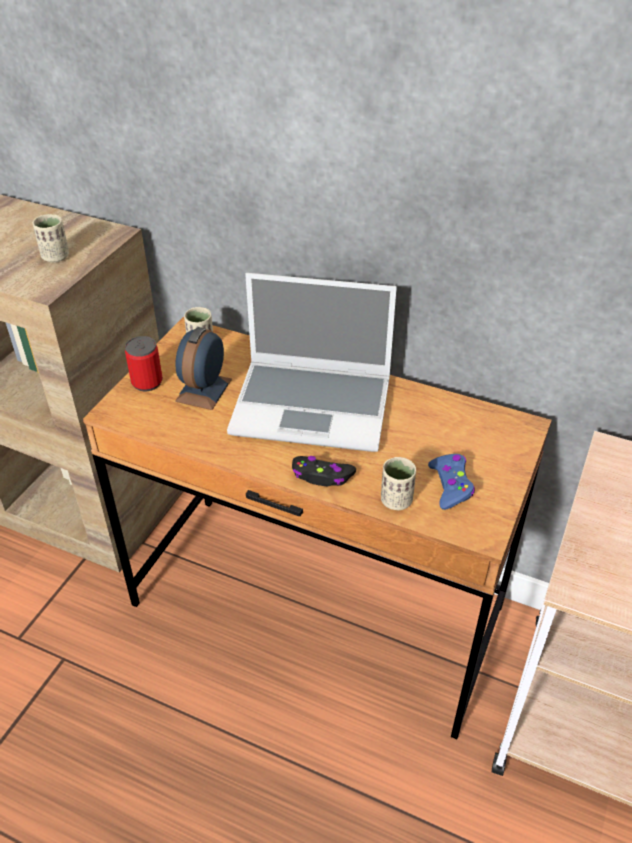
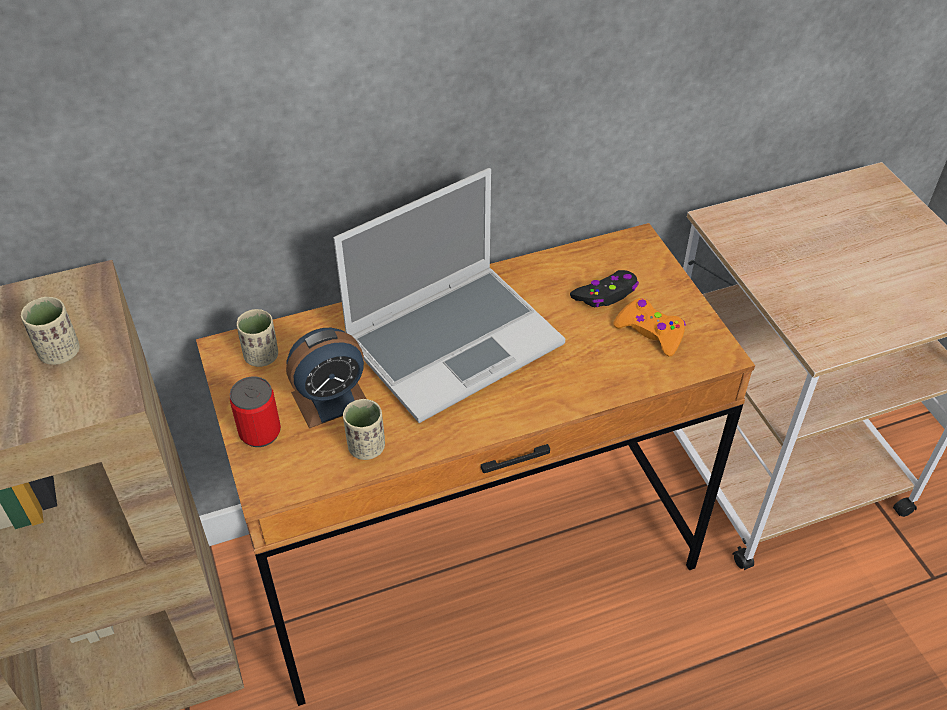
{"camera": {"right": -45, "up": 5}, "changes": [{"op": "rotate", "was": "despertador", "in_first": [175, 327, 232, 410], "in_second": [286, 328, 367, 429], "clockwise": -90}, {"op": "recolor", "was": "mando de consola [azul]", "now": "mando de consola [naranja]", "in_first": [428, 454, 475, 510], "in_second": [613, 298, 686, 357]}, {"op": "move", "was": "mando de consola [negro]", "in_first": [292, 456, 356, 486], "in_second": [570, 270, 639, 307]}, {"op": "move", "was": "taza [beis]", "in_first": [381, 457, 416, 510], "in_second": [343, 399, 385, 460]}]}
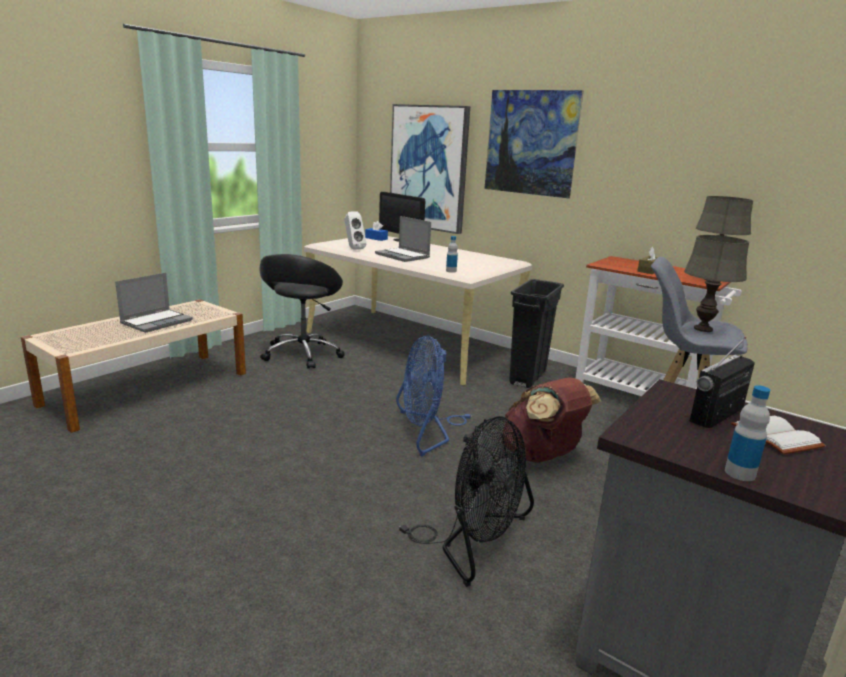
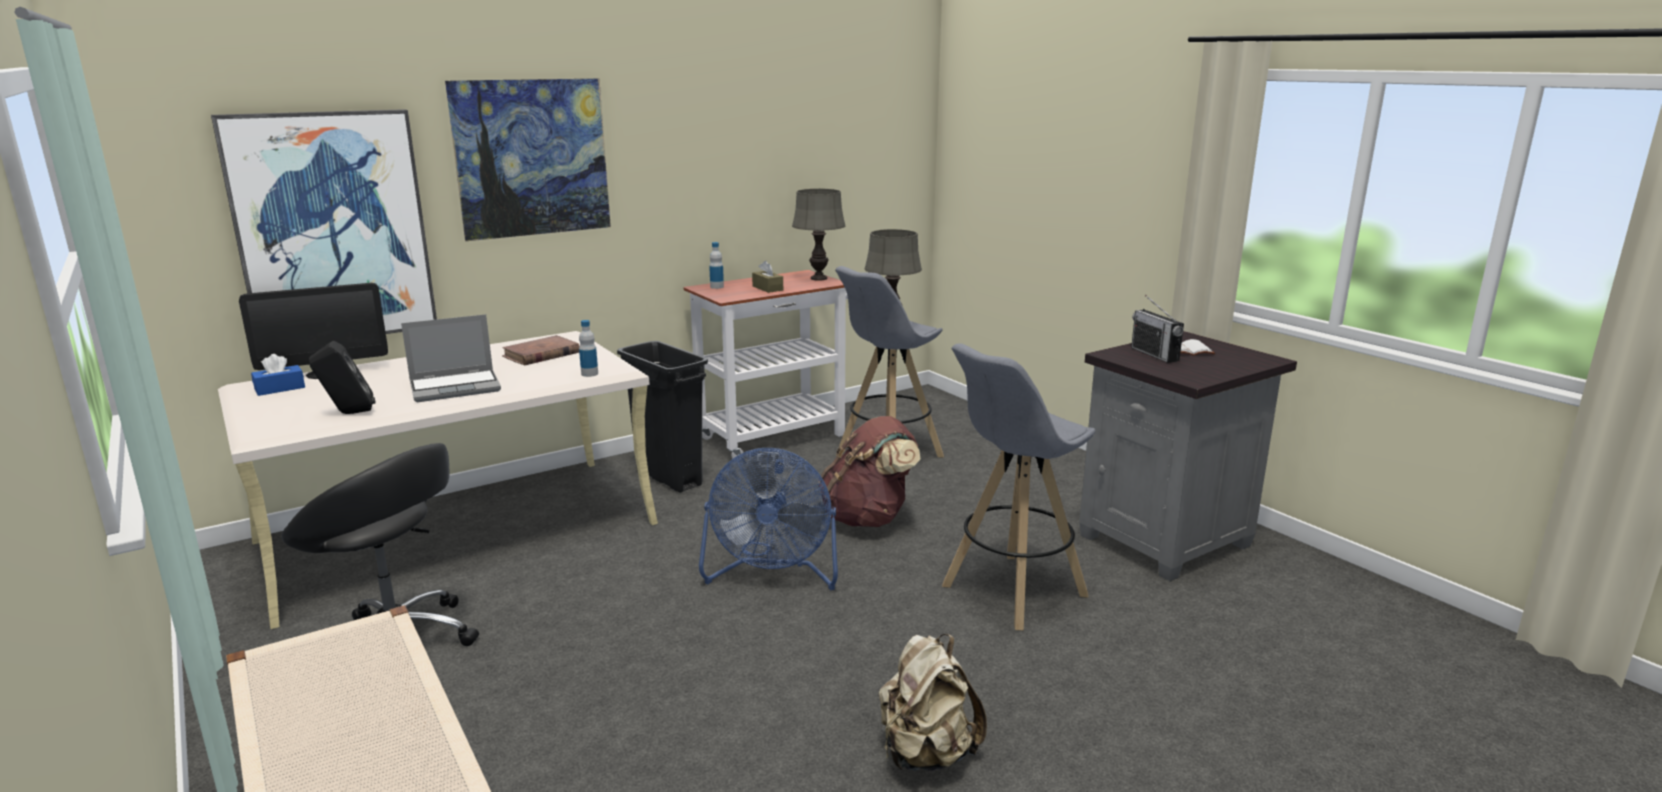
{"camera": {"right": -70, "up": 0}, "changes": [{"op": "recolor", "was": "altavoz [blanco]", "now": "altavoz [negro]", "in_first": [344, 211, 366, 250], "in_second": [309, 341, 375, 414]}, {"op": "delete", "was": "portátil", "in_first": [115, 273, 193, 333]}, {"op": "move", "was": "botella", "in_first": [725, 385, 770, 481], "in_second": [709, 242, 724, 289]}, {"op": "replace", "was": "ventilador [negro]", "now": "taburete [gris]", "in_first": [399, 416, 534, 587], "in_second": [942, 343, 1096, 631]}, {"op": "insert", "now": "libro [marrón]", "in_second": [502, 335, 579, 365]}, {"op": "insert", "now": "mochila [beis]", "in_second": [879, 634, 987, 771]}]}
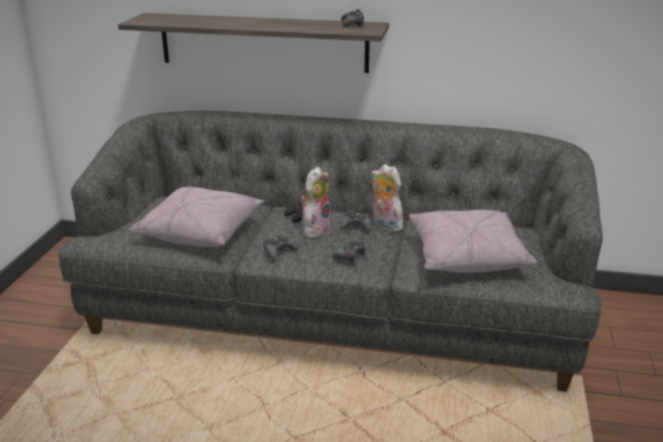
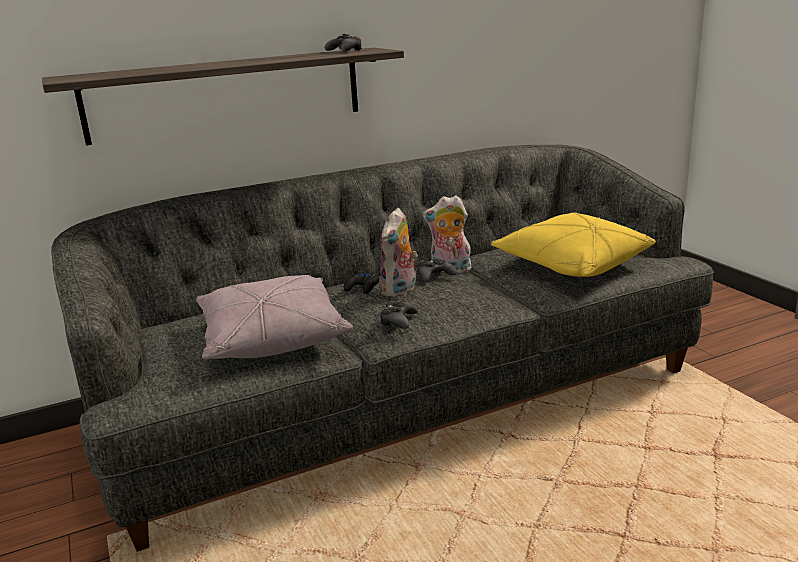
{"camera": {"right": -35, "up": -5}, "changes": [{"op": "rotate", "was": "peluche", "in_first": [301, 167, 332, 238], "in_second": [380, 208, 418, 299], "clockwise": -150}, {"op": "recolor", "was": "cojín [morado]", "now": "cojín [amarillo]", "in_first": [409, 210, 537, 273], "in_second": [491, 212, 656, 277]}, {"op": "delete", "was": "mando de consola [negro]", "in_first": [332, 240, 366, 263]}]}
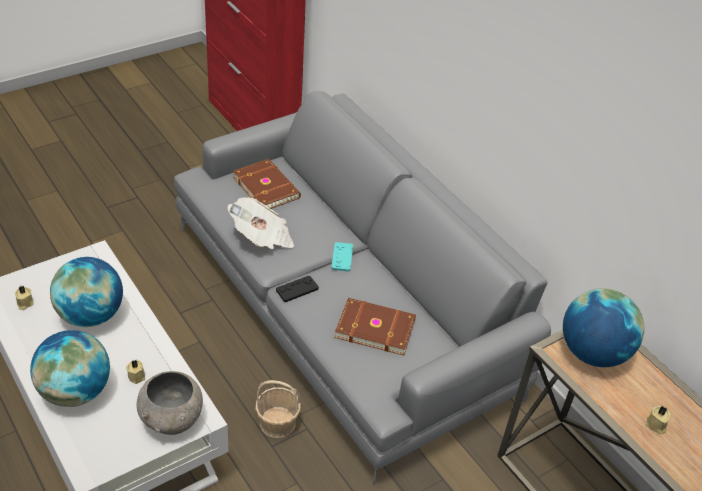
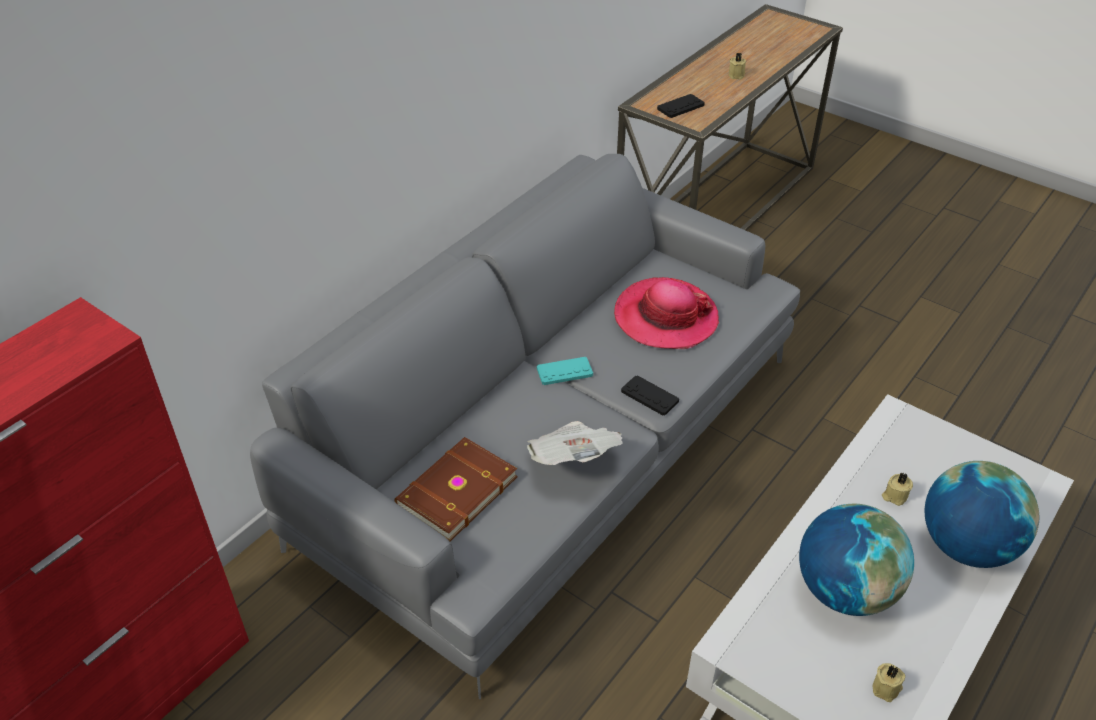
{"camera": {"right": -105, "up": 0}, "changes": [{"op": "replace", "was": "globo terráqueo", "now": "mando de consola [negro]", "in_first": [563, 288, 644, 367], "in_second": [657, 94, 705, 118]}, {"op": "replace", "was": "libro [marrón]", "now": "sombrero", "in_first": [334, 298, 416, 356], "in_second": [614, 277, 719, 349]}, {"op": "delete", "was": "cuenco [gris]", "in_first": [136, 371, 203, 435]}, {"op": "delete", "was": "cesta", "in_first": [255, 380, 301, 438]}]}
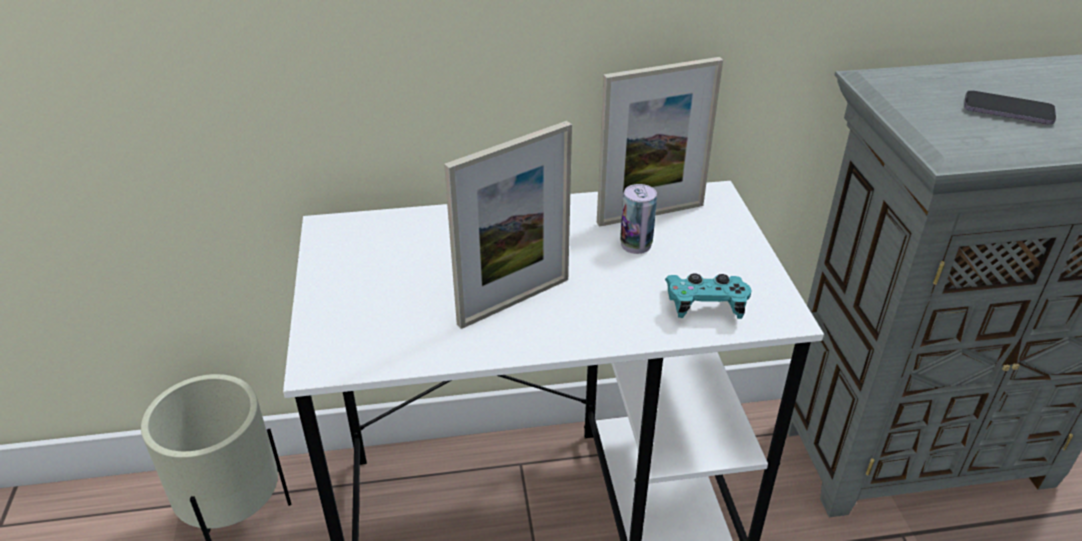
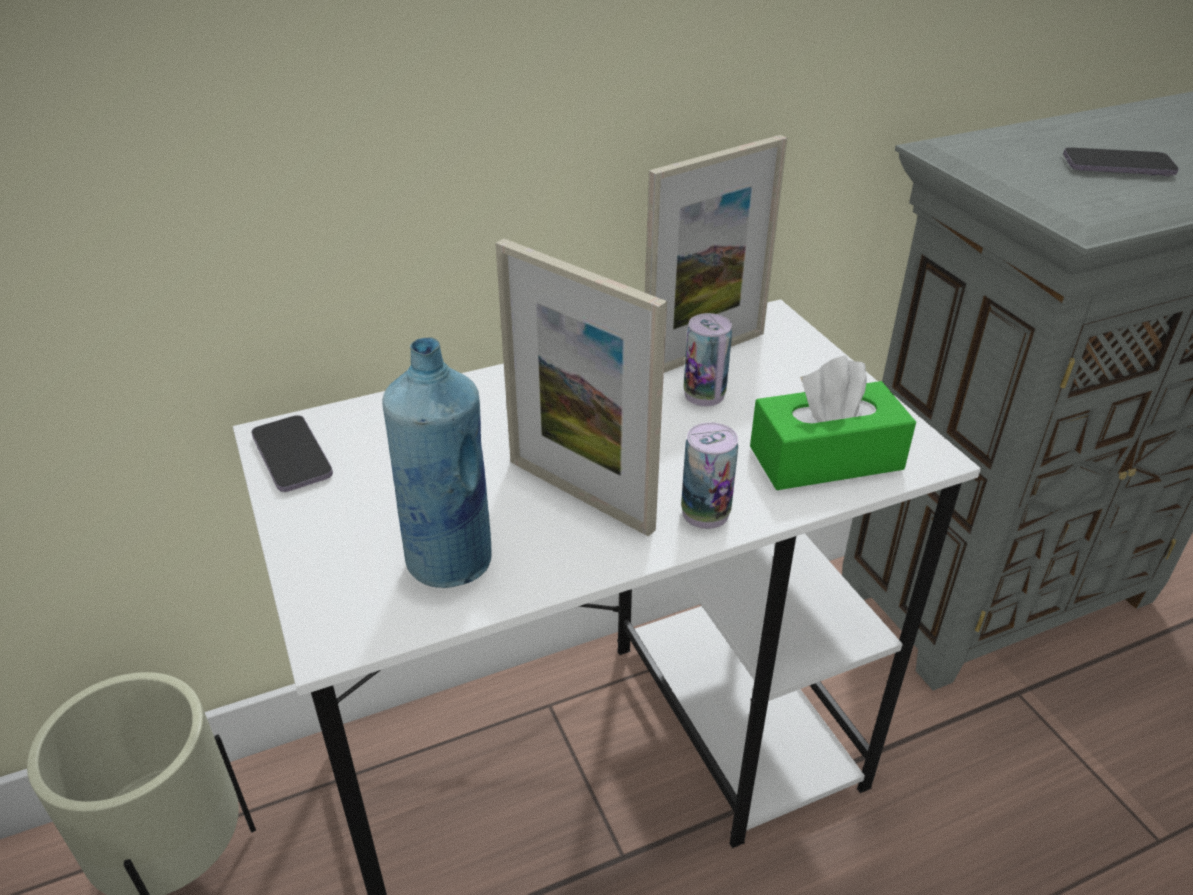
{"camera": {"right": -15, "up": 0}, "changes": [{"op": "rotate", "was": "portarretratos", "in_first": [444, 121, 572, 329], "in_second": [495, 238, 667, 536], "clockwise": 90}, {"op": "replace", "was": "mando de consola [turquesa]", "now": "caja de pañuelos [verde]", "in_first": [665, 273, 752, 319], "in_second": [750, 356, 916, 490]}, {"op": "insert", "now": "botella [azul]", "in_second": [382, 338, 491, 588]}, {"op": "insert", "now": "móvil", "in_second": [251, 415, 333, 492]}, {"op": "insert", "now": "lata", "in_second": [681, 422, 738, 529]}]}
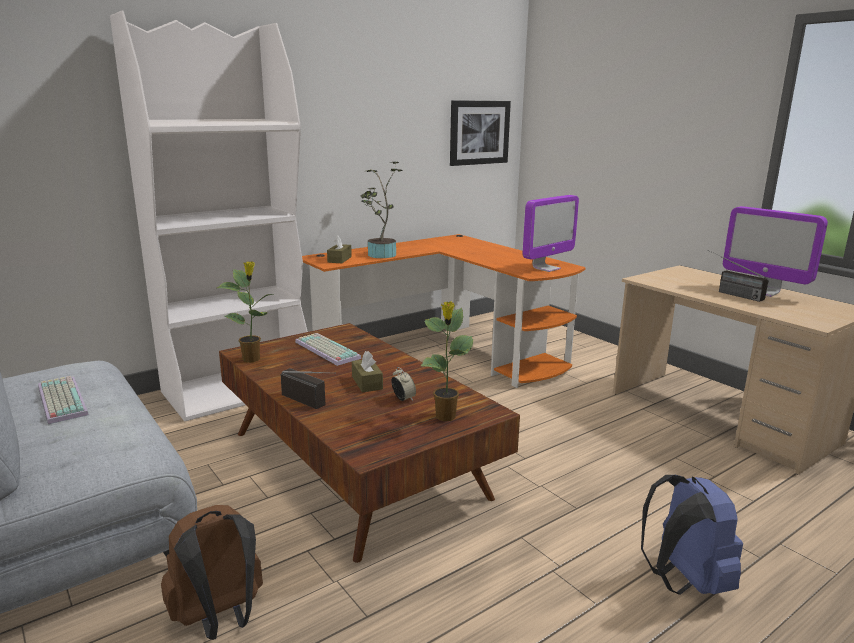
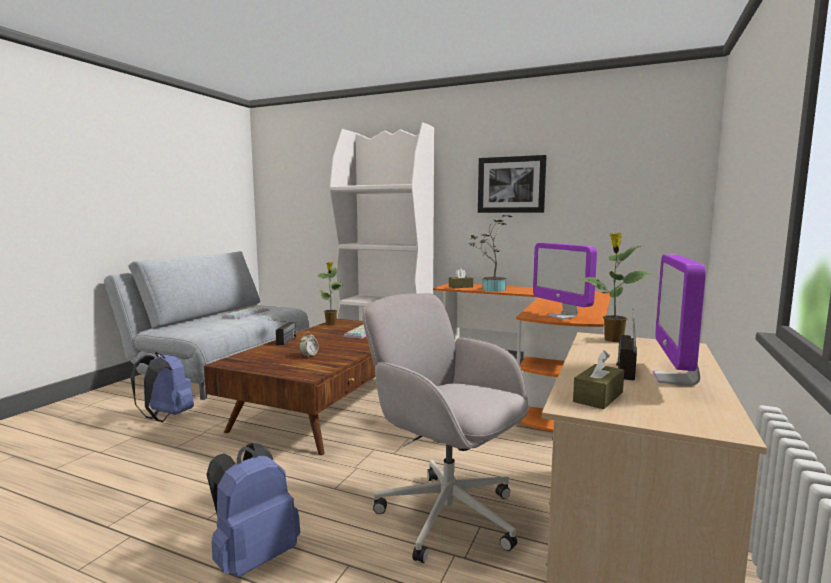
{"camera": {"right": 60, "up": -10}, "changes": [{"op": "move", "was": "cuadro", "in_first": [450, 100, 511, 166], "in_second": [478, 155, 547, 213]}, {"op": "rotate", "was": "monitor", "in_first": [523, 195, 579, 272], "in_second": [533, 243, 597, 319], "clockwise": 45}, {"op": "move", "was": "planta en maceta", "in_first": [421, 302, 473, 421], "in_second": [579, 233, 652, 342]}, {"op": "move", "was": "caja de pañuelos [marrón]", "in_first": [352, 351, 383, 392], "in_second": [573, 350, 624, 409]}, {"op": "recolor", "was": "mochila [marrón]", "now": "mochila [azul]", "in_first": [161, 505, 263, 640], "in_second": [131, 352, 194, 422]}, {"op": "insert", "now": "silla de oficina [gris]", "in_second": [362, 293, 529, 563]}]}
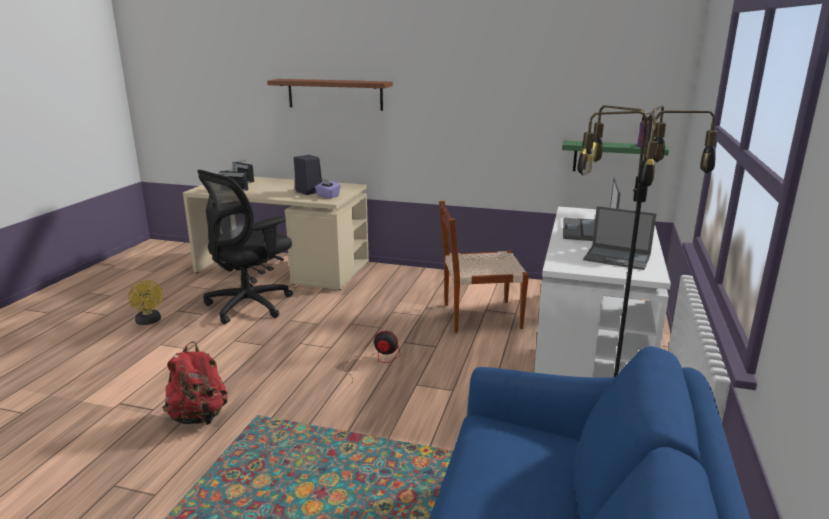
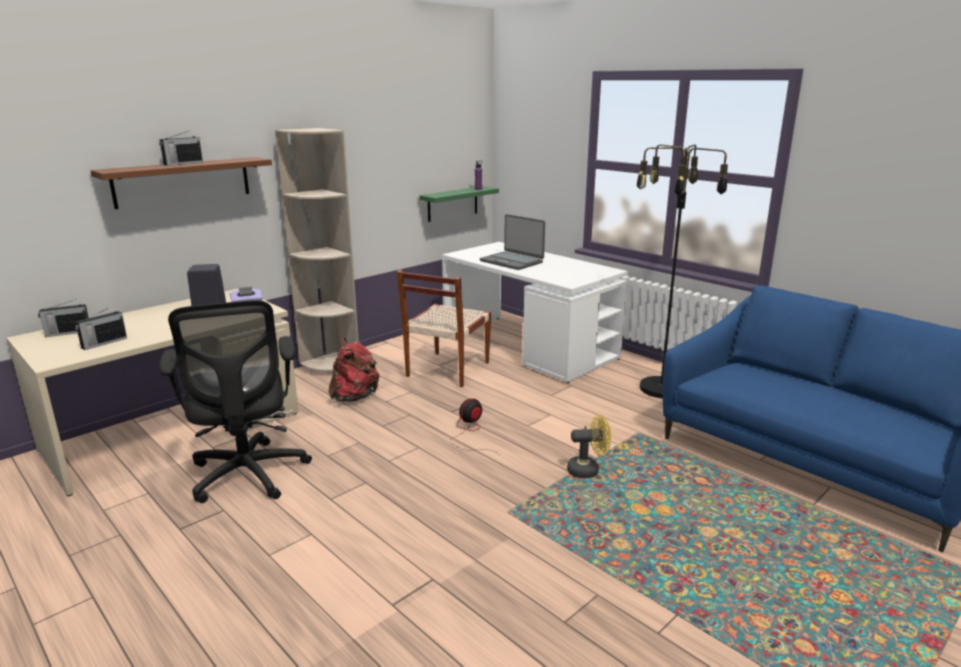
{"camera": {"right": -60, "up": 0}, "changes": [{"op": "delete", "was": "portátil", "in_first": [583, 206, 657, 270]}, {"op": "move", "was": "ventilador [amarillo]", "in_first": [128, 280, 163, 325], "in_second": [567, 415, 611, 478]}, {"op": "move", "was": "mochila [rojo]", "in_first": [162, 341, 228, 425], "in_second": [329, 337, 380, 402]}, {"op": "insert", "now": "estantería [beis]", "in_second": [275, 128, 359, 375]}, {"op": "insert", "now": "radio", "in_second": [159, 131, 203, 166]}]}
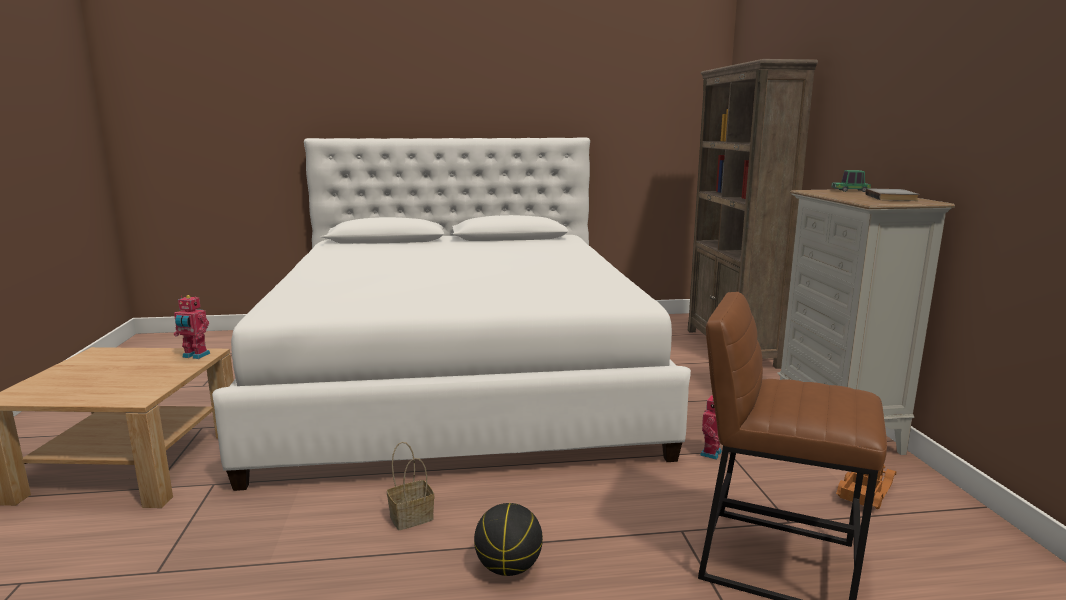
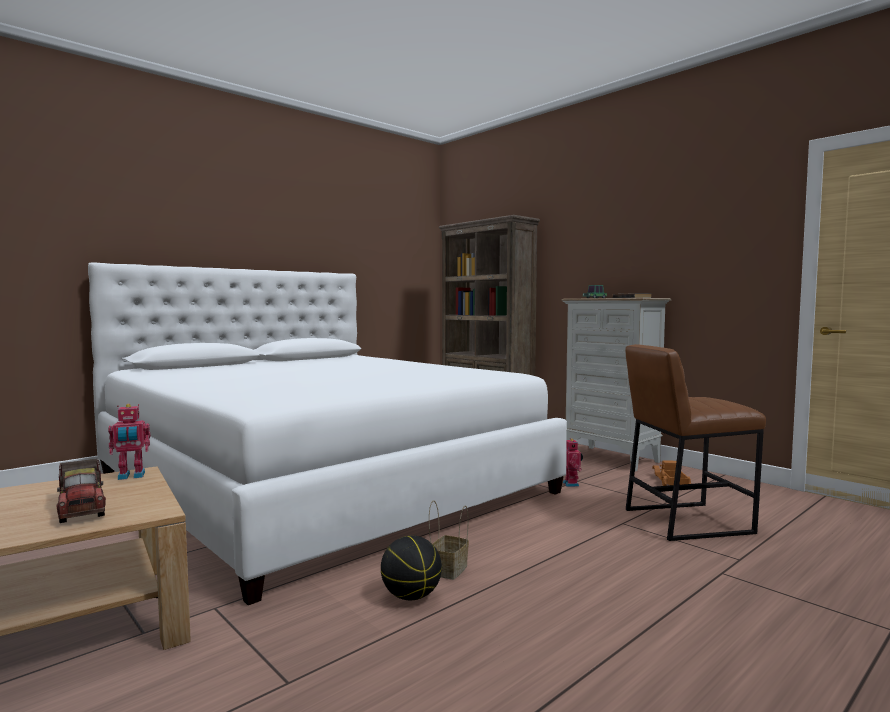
{"camera": {"right": -35, "up": -10}, "changes": [{"op": "move", "was": "balón de baloncesto", "in_first": [474, 503, 543, 576], "in_second": [381, 535, 442, 600]}, {"op": "insert", "now": "camión de juguete", "in_second": [56, 458, 106, 523]}]}
